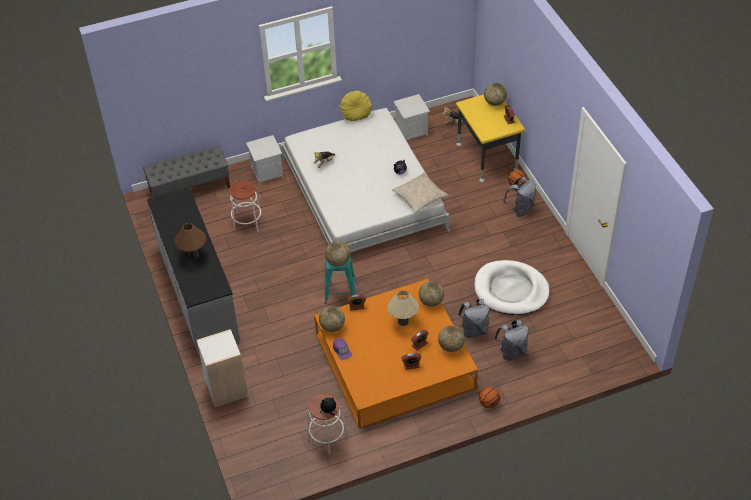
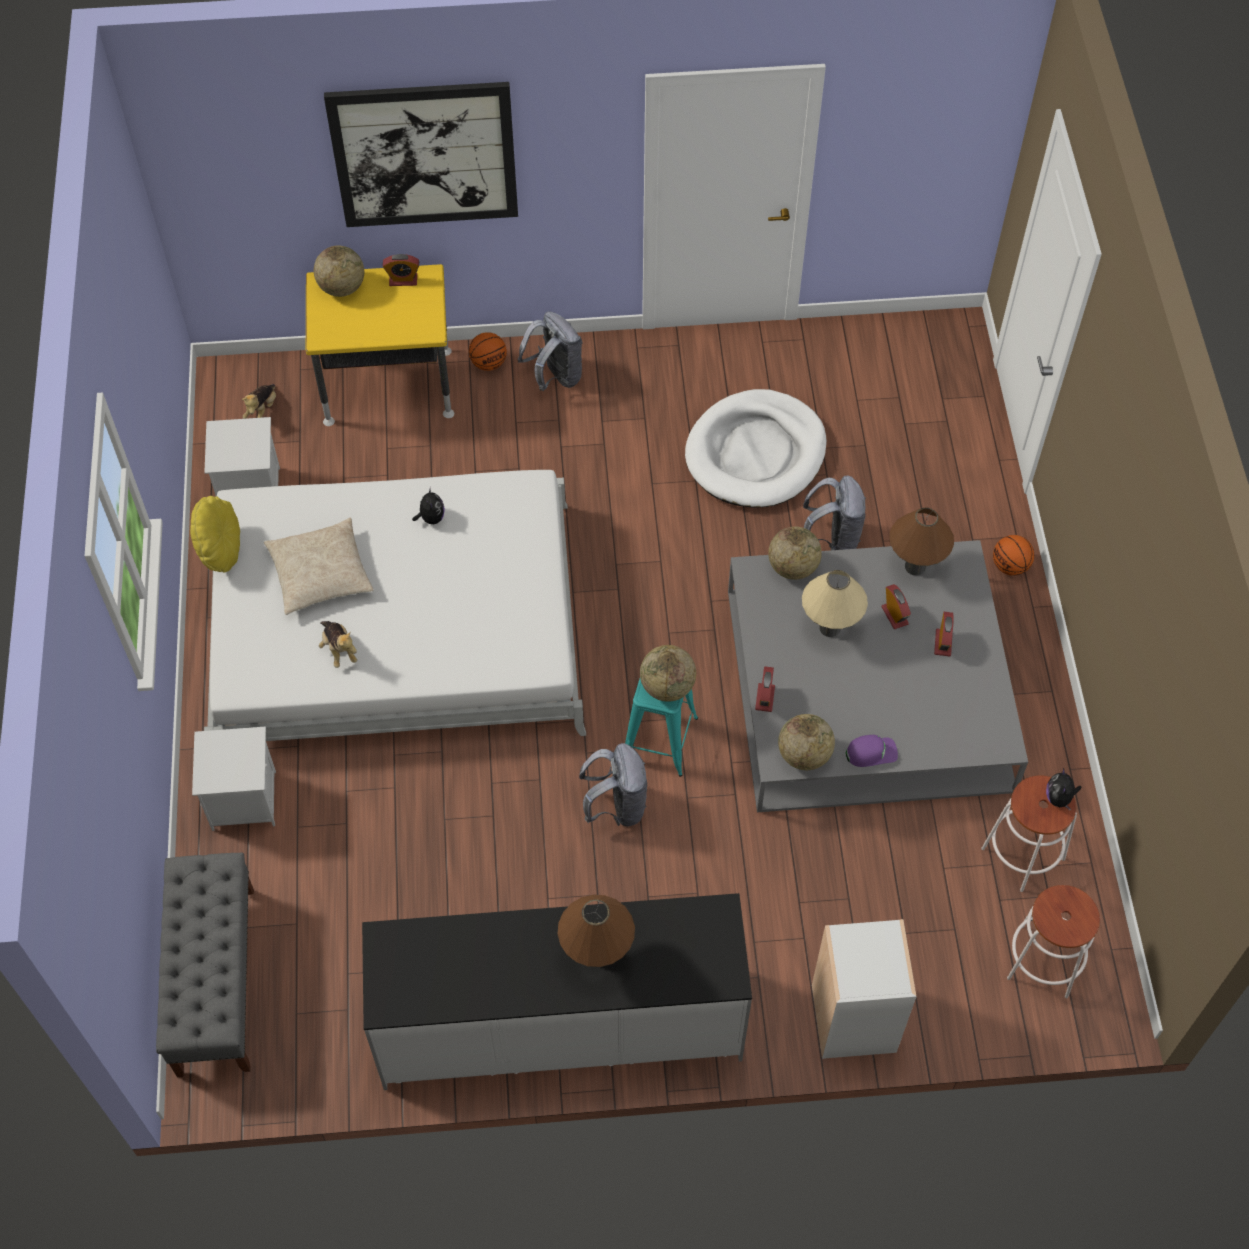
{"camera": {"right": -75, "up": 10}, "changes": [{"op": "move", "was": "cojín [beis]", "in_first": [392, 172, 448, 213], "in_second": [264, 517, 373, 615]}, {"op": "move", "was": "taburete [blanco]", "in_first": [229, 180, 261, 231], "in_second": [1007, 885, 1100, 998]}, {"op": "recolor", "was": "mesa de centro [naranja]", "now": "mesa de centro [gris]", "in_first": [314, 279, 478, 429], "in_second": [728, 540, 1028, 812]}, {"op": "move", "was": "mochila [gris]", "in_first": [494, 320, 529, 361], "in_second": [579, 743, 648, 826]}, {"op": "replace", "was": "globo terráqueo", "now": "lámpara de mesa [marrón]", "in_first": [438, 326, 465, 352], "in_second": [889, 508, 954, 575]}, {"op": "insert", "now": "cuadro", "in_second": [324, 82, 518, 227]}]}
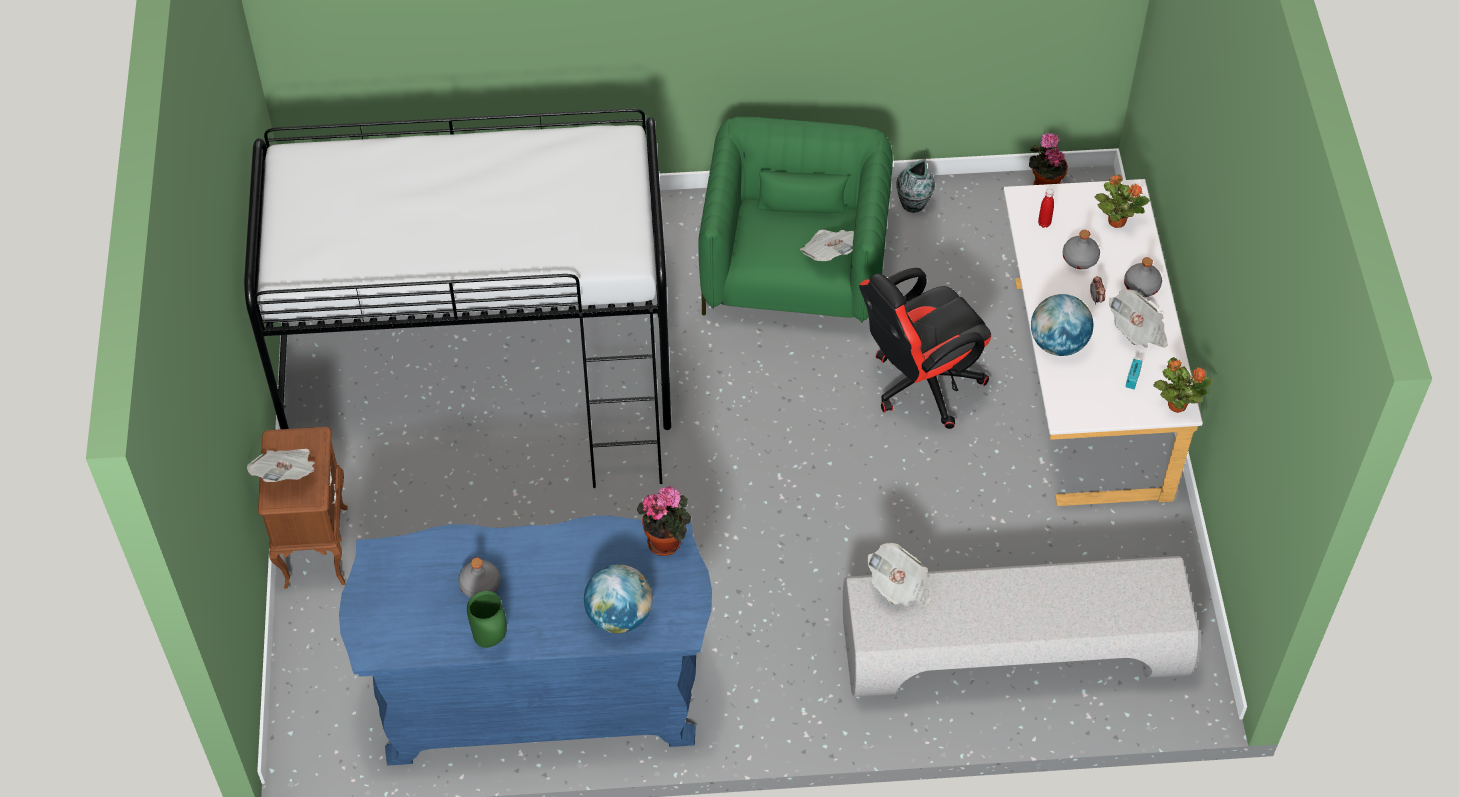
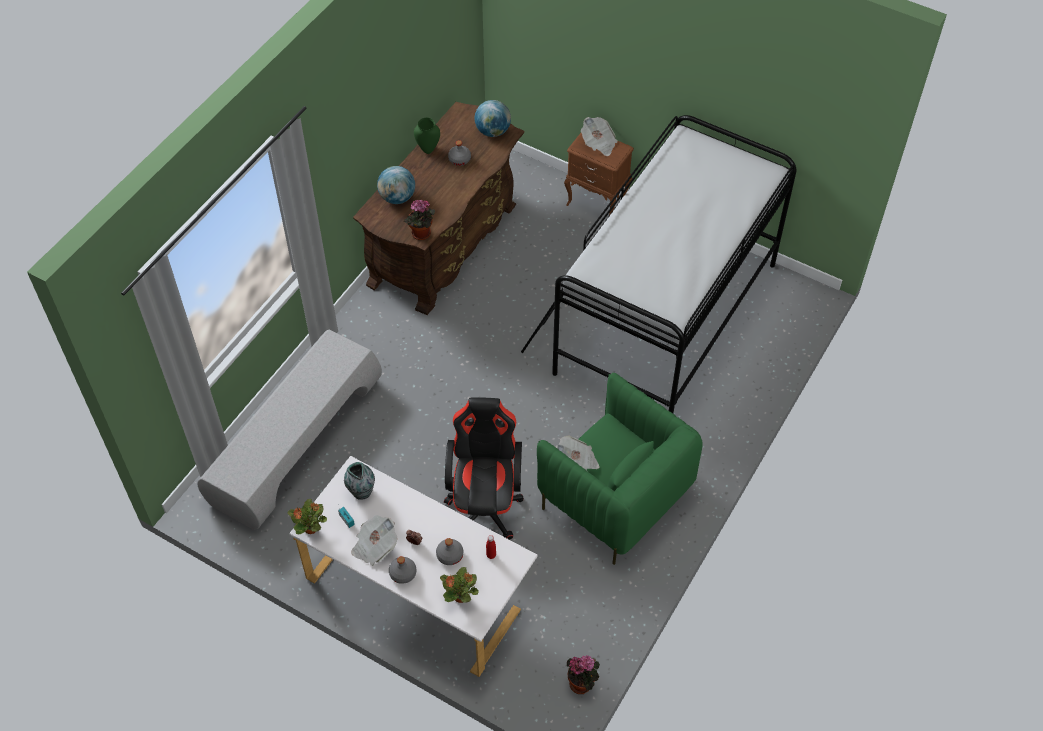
{"camera": {"right": 125, "up": 0}, "changes": [{"op": "move", "was": "florero", "in_first": [896, 159, 935, 213], "in_second": [344, 462, 375, 500]}, {"op": "move", "was": "globo terráqueo", "in_first": [1031, 294, 1093, 356], "in_second": [474, 100, 511, 137]}, {"op": "recolor", "was": "cómoda [azul]", "now": "cómoda [marrón]", "in_first": [339, 515, 712, 766], "in_second": [353, 102, 524, 315]}, {"op": "delete", "was": "periódico", "in_first": [867, 543, 931, 607]}]}
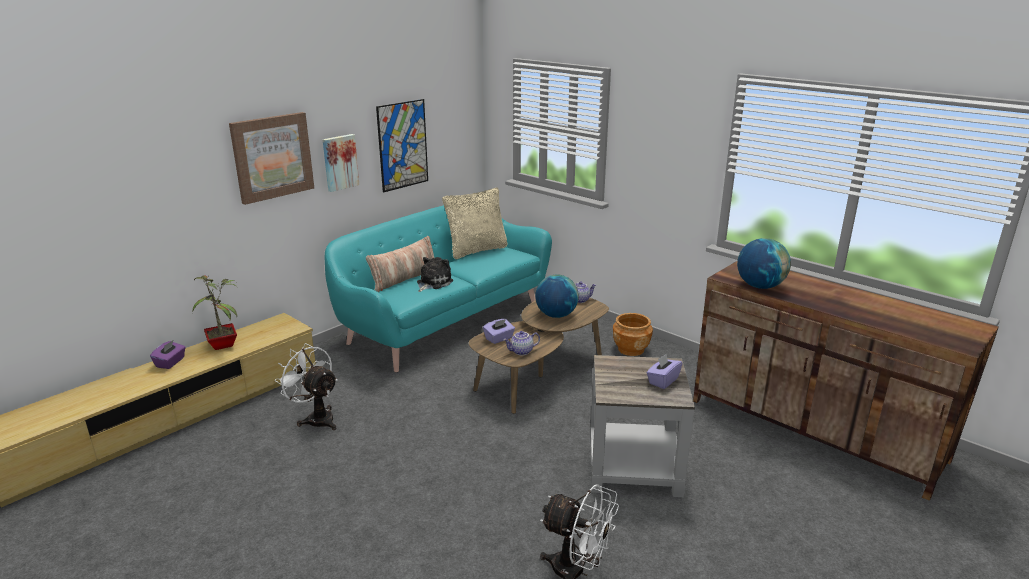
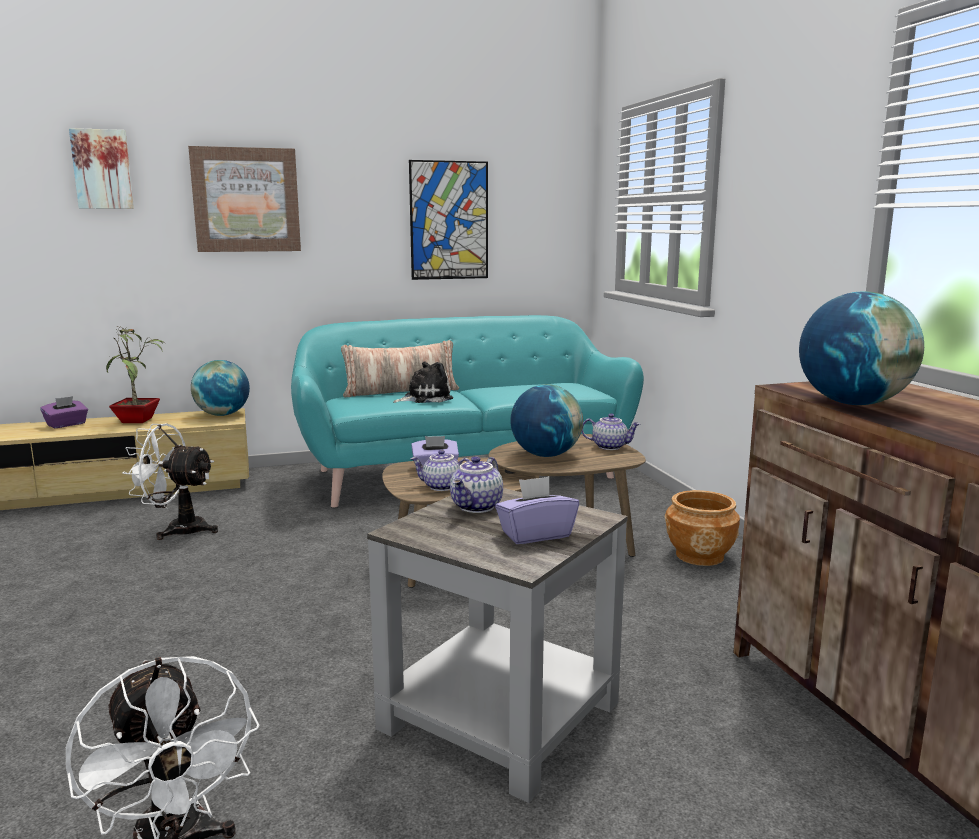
{"camera": {"right": 30, "up": -10}, "changes": [{"op": "move", "was": "cuadro", "in_first": [322, 134, 359, 192], "in_second": [69, 128, 134, 209]}, {"op": "delete", "was": "cojín [beis]", "in_first": [442, 187, 507, 259]}, {"op": "rotate", "was": "ventilador [blanco]", "in_first": [275, 343, 338, 430], "in_second": [122, 423, 218, 540], "clockwise": -60}, {"op": "insert", "now": "globo terráqueo", "in_second": [191, 360, 250, 416]}, {"op": "insert", "now": "tetera", "in_second": [450, 456, 503, 513]}]}
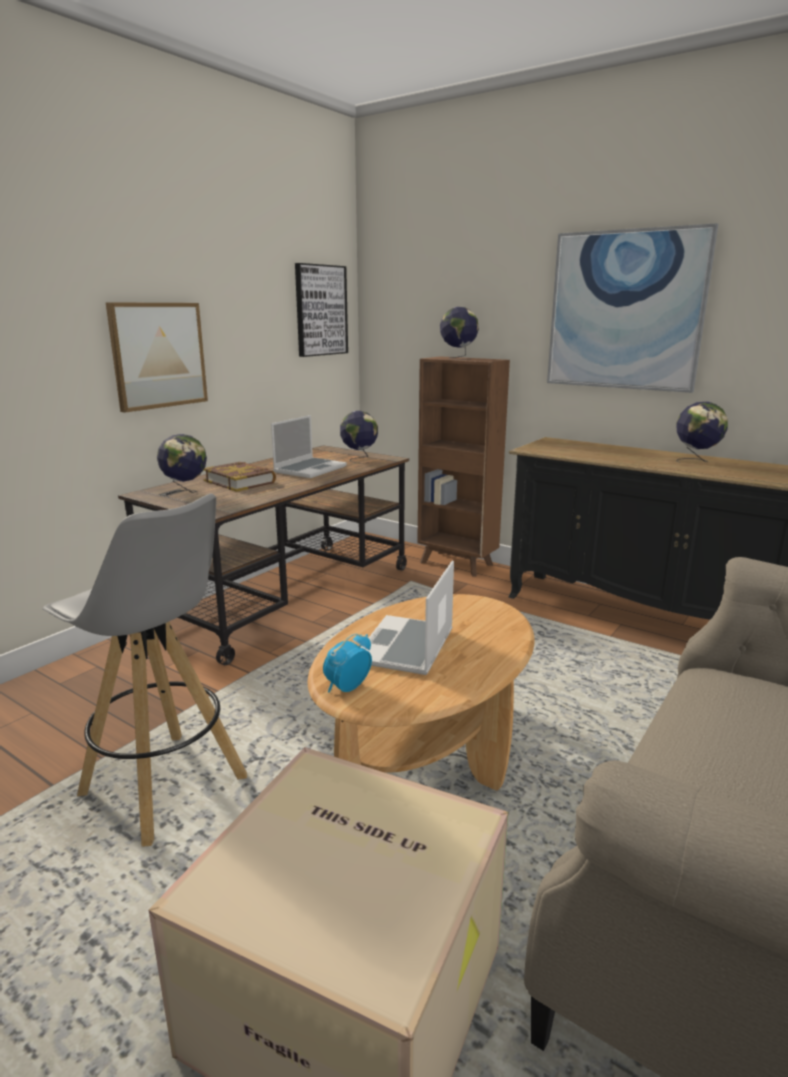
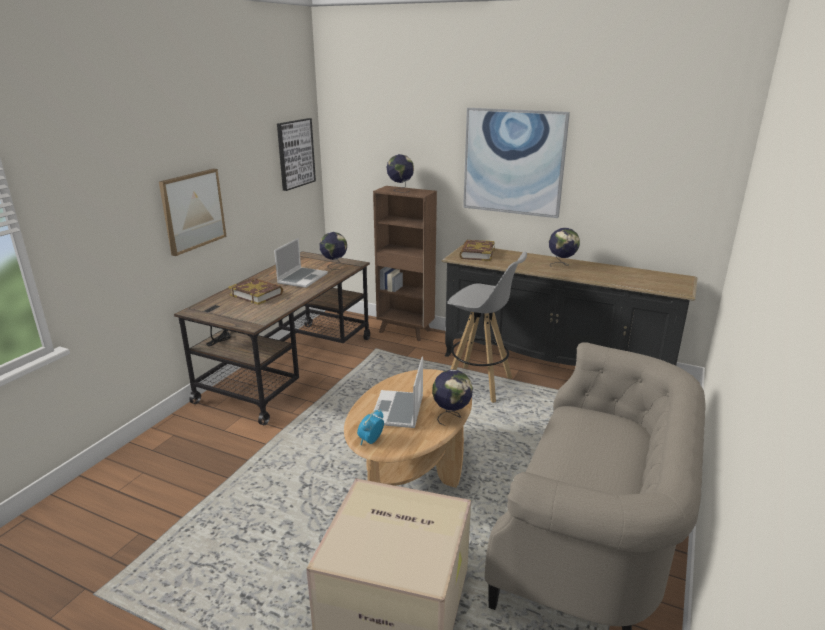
{"camera": {"right": -10, "up": 5}, "changes": [{"op": "move", "was": "globo terráqueo", "in_first": [157, 434, 207, 498], "in_second": [432, 369, 473, 426]}, {"op": "move", "was": "taburete [gris]", "in_first": [42, 494, 247, 847], "in_second": [447, 252, 527, 403]}, {"op": "insert", "now": "libro", "in_second": [459, 240, 495, 261]}]}
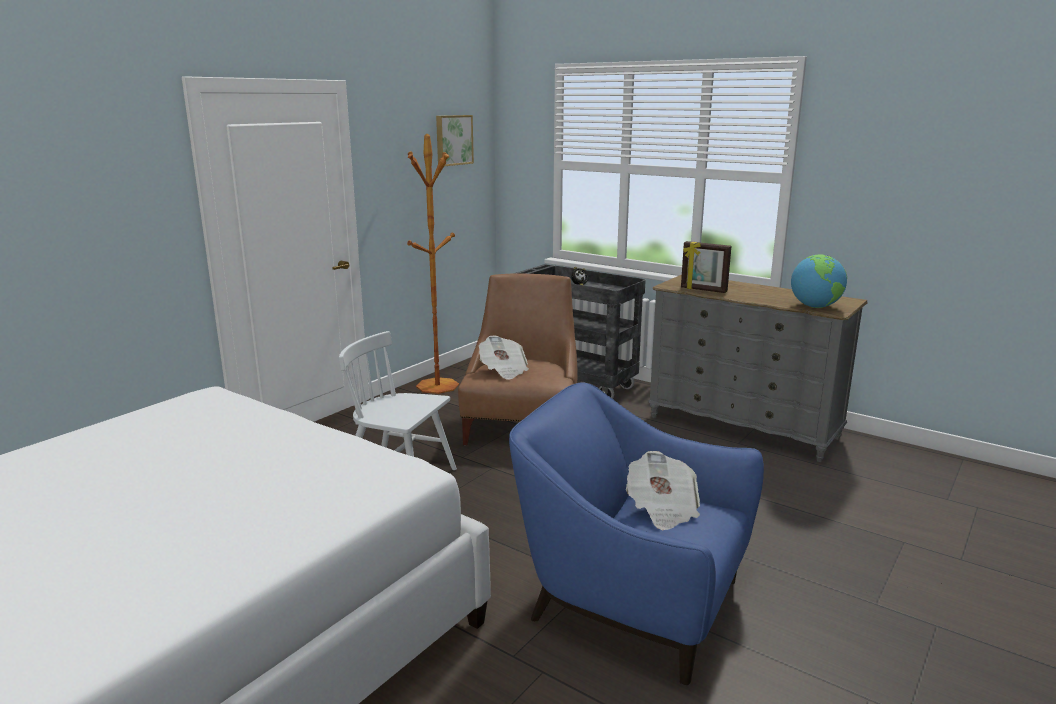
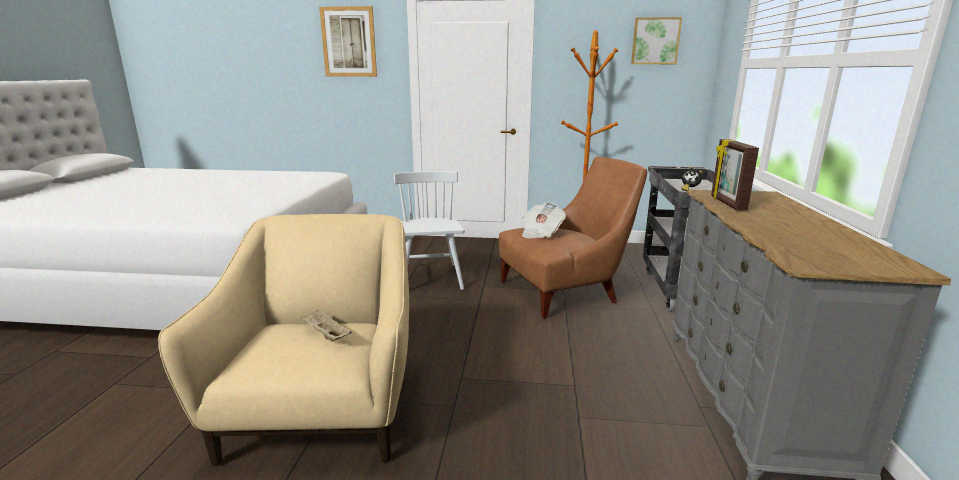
{"camera": {"right": 60, "up": 0}, "changes": [{"op": "delete", "was": "globo terráqueo", "in_first": [791, 254, 847, 308]}, {"op": "recolor", "was": "sillón [azul]", "now": "sillón [beis]", "in_first": [509, 382, 764, 685], "in_second": [158, 214, 409, 466]}, {"op": "replace", "was": "periódico", "now": "bandeja [beis]", "in_first": [626, 451, 700, 530], "in_second": [301, 309, 352, 341]}, {"op": "insert", "now": "cuadro", "in_second": [319, 6, 377, 77]}]}
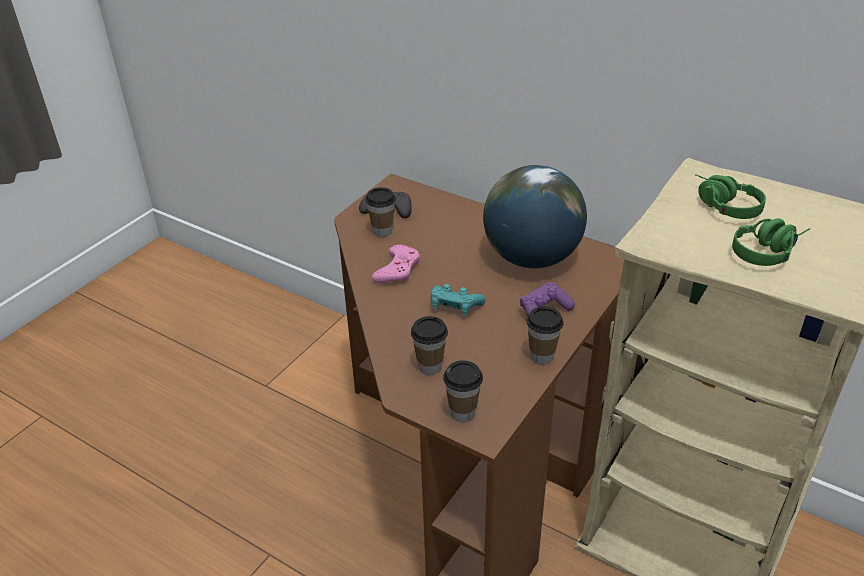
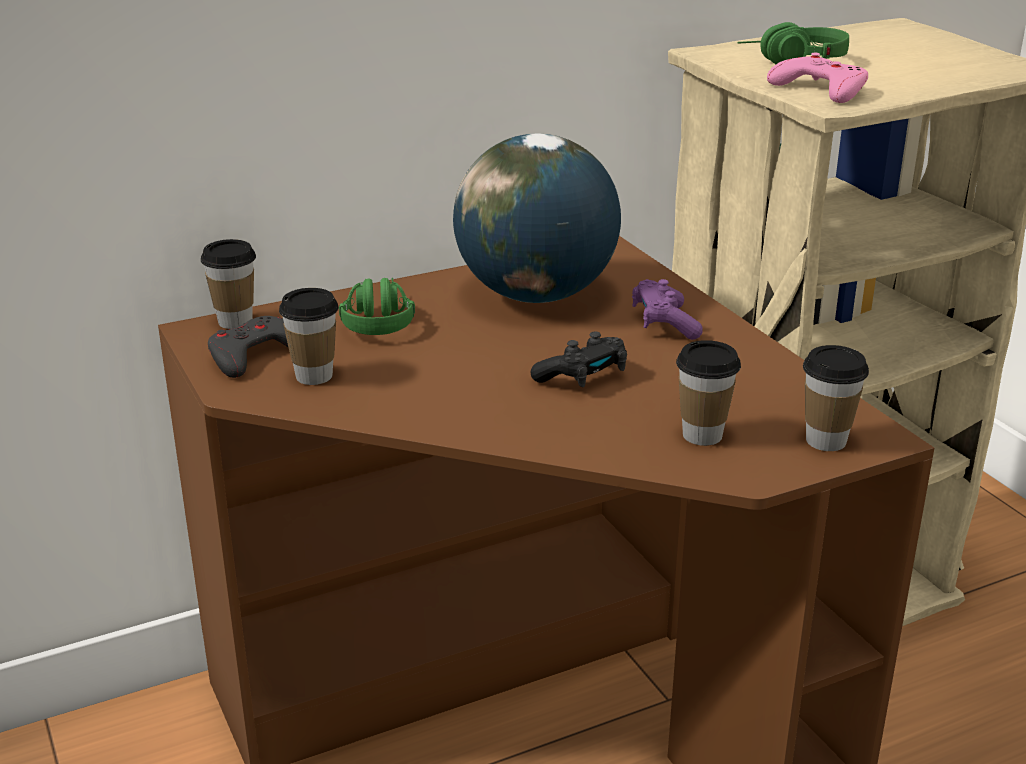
{"camera": {"right": -60, "up": -10}, "changes": [{"op": "move", "was": "auriculares [verde]", "in_first": [732, 218, 811, 266], "in_second": [339, 278, 415, 335]}, {"op": "move", "was": "mando de consola [rosa]", "in_first": [372, 245, 420, 283], "in_second": [767, 52, 868, 103]}, {"op": "recolor", "was": "mando de consola [turquesa]", "now": "mando de consola [negro]", "in_first": [431, 284, 485, 316], "in_second": [531, 331, 627, 387]}, {"op": "move", "was": "taza", "in_first": [526, 306, 564, 365], "in_second": [201, 239, 256, 329]}]}
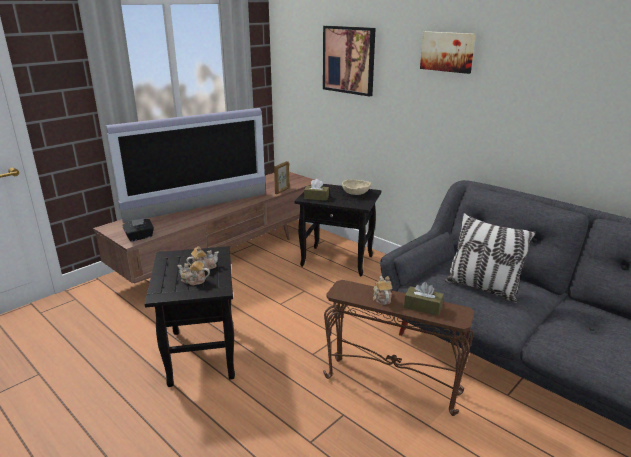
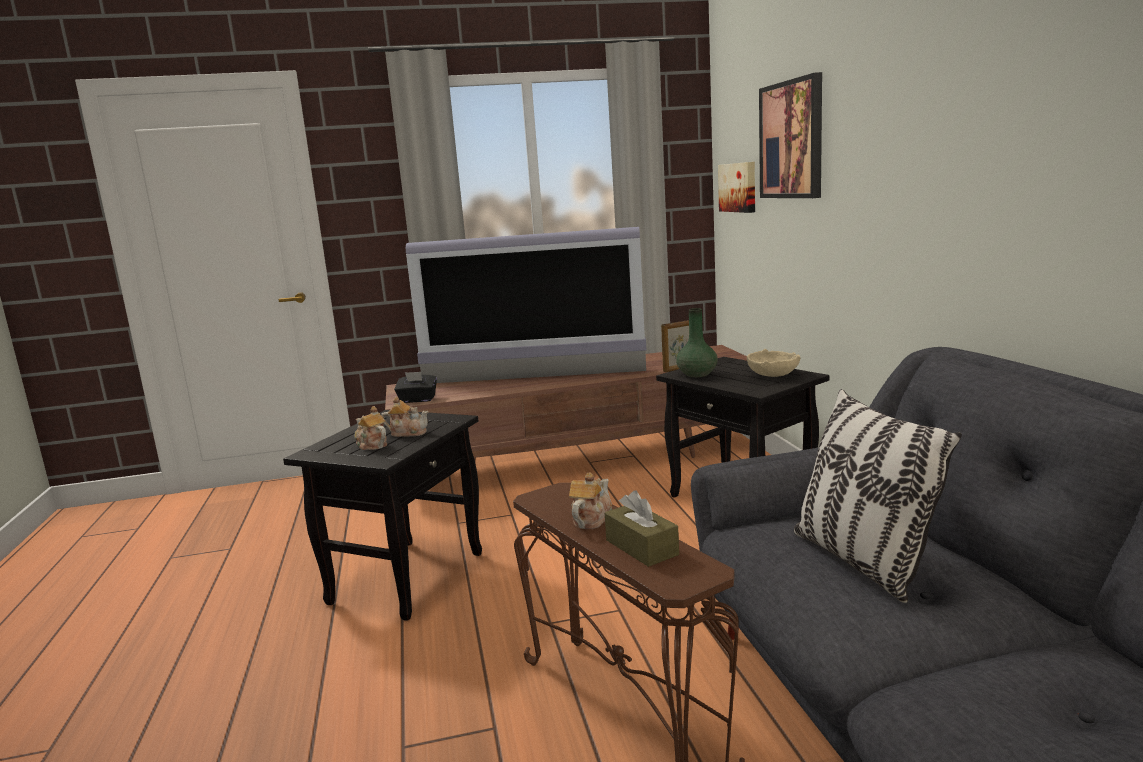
{"camera": {"right": 35, "up": -10}, "changes": [{"op": "move", "was": "cuadro", "in_first": [420, 31, 476, 74], "in_second": [718, 162, 755, 213]}, {"op": "replace", "was": "caja de pañuelos [marrón]", "now": "florero [verde]", "in_first": [304, 179, 329, 201], "in_second": [676, 308, 718, 377]}]}
